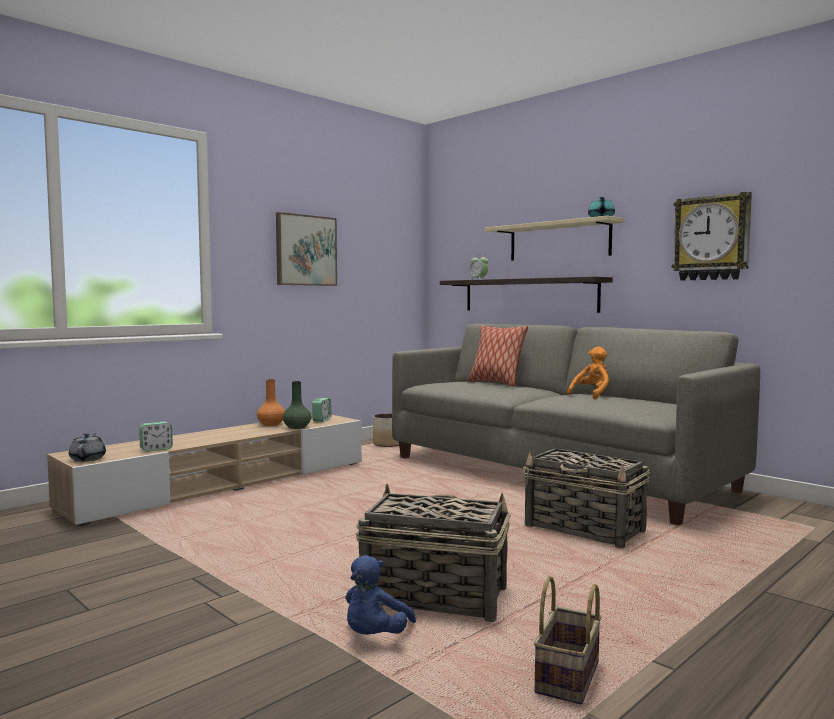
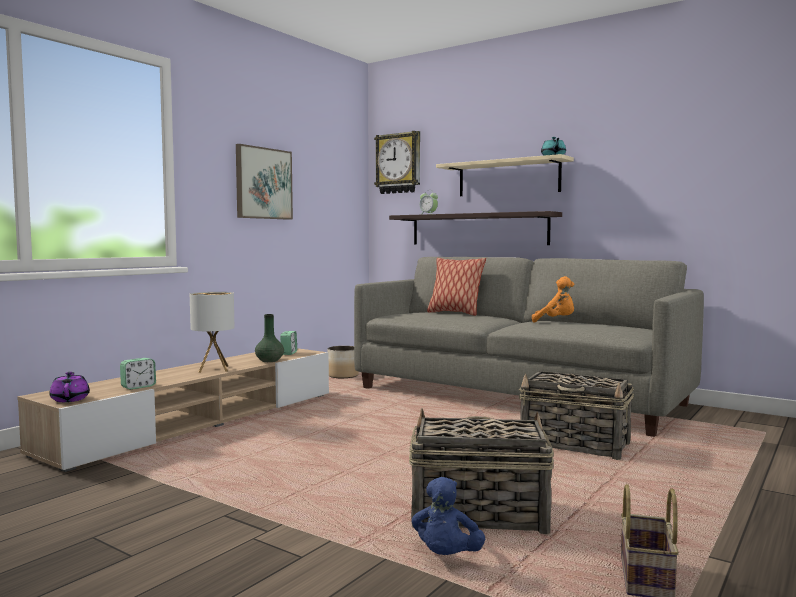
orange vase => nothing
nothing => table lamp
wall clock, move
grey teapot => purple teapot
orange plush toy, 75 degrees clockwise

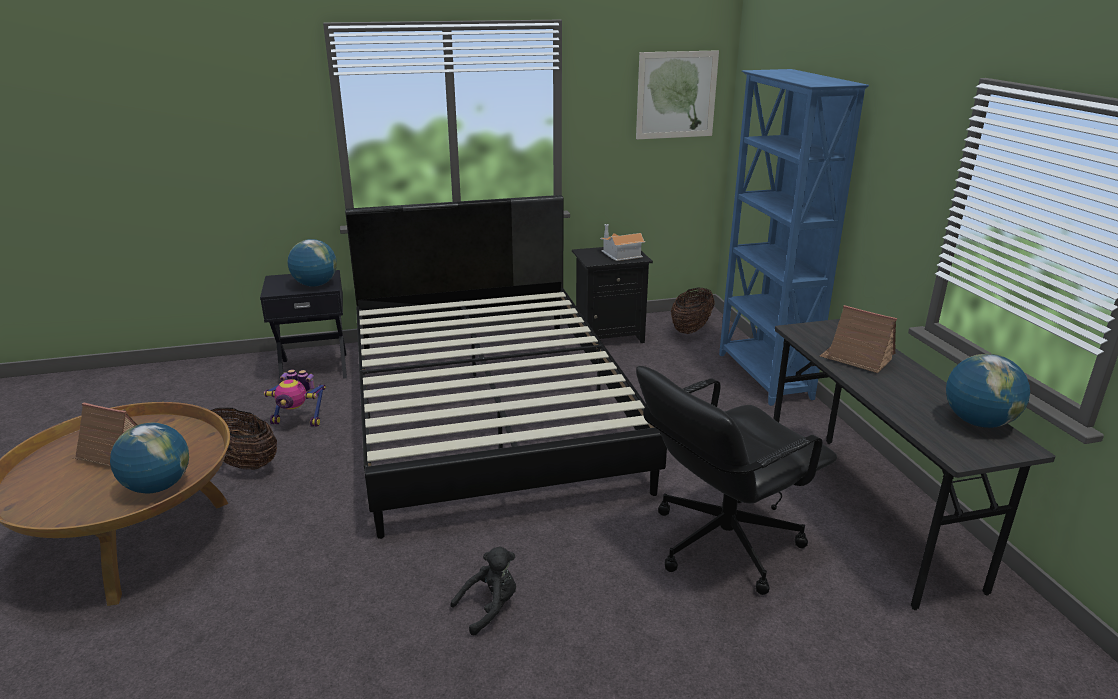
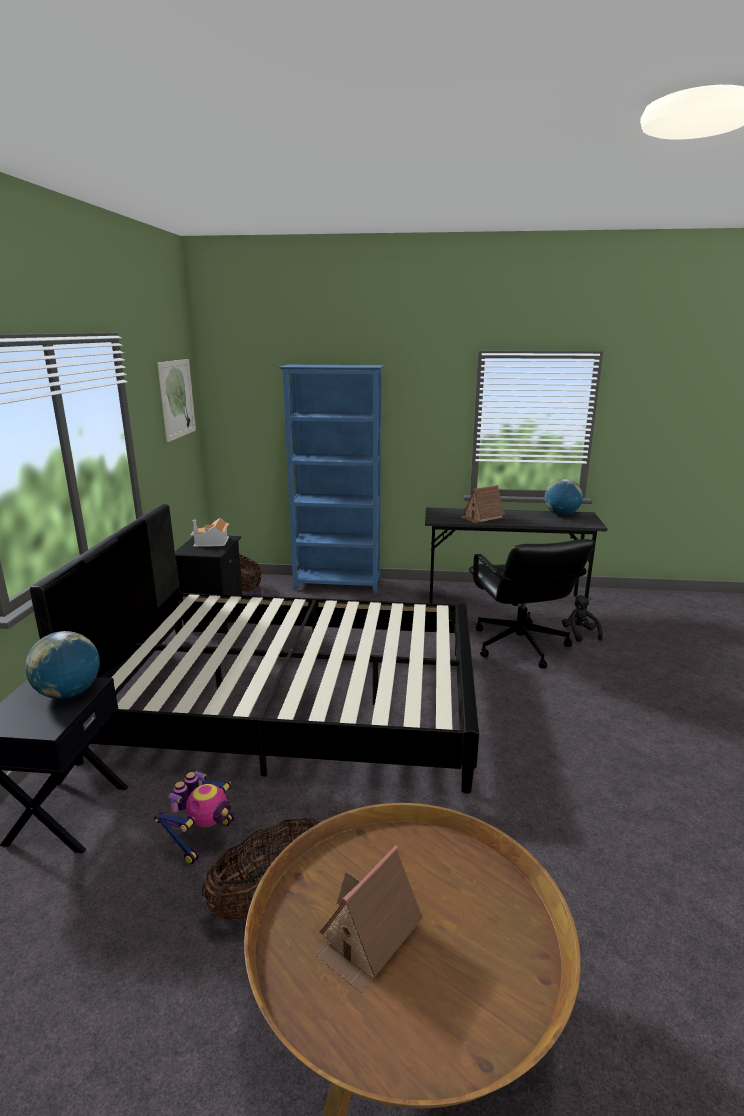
globe (1st from left) => nothing
black plush toy, move

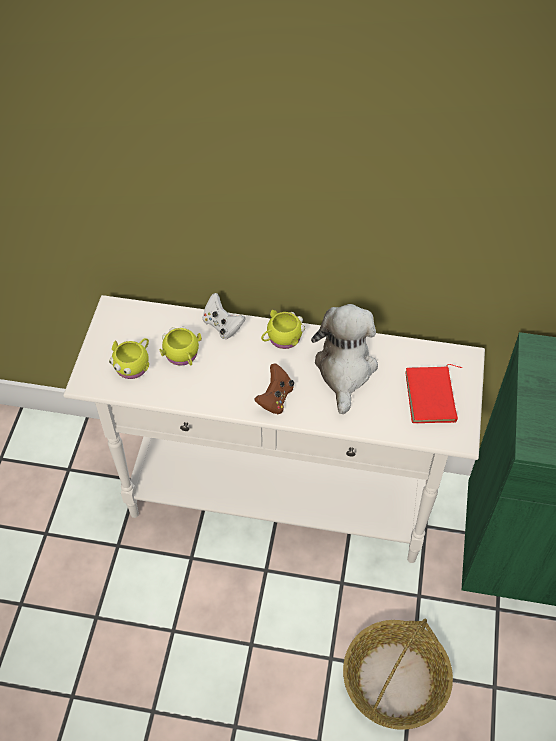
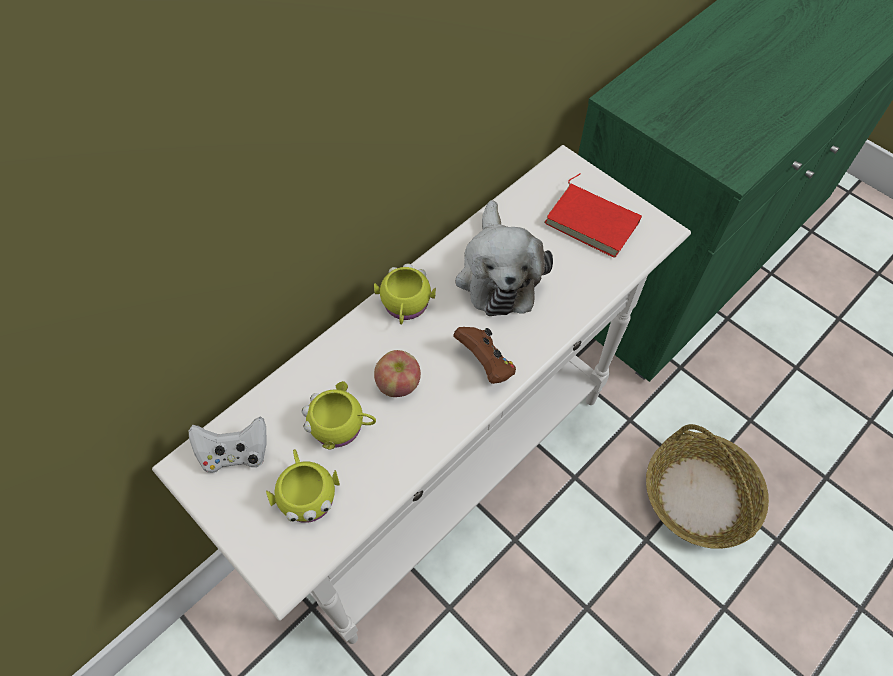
nothing => apple
white game controller, move
plush toy, 135 degrees counterclockwise

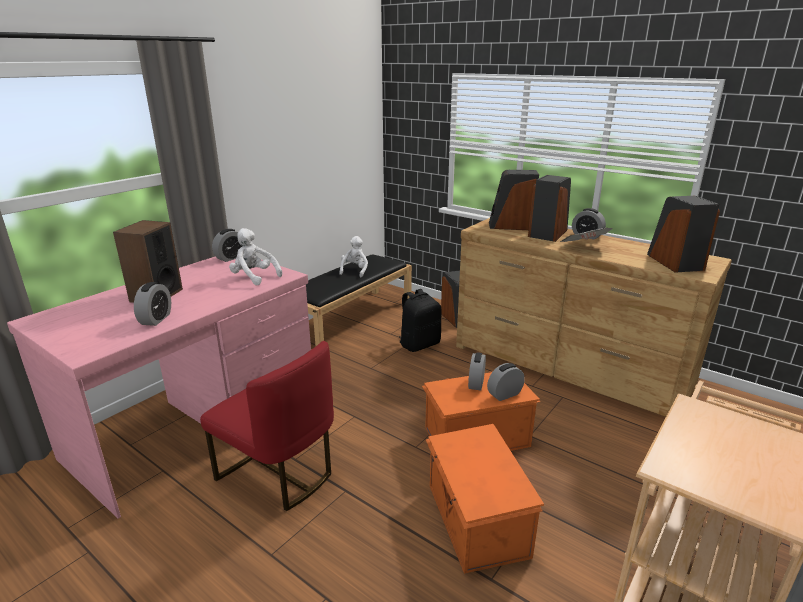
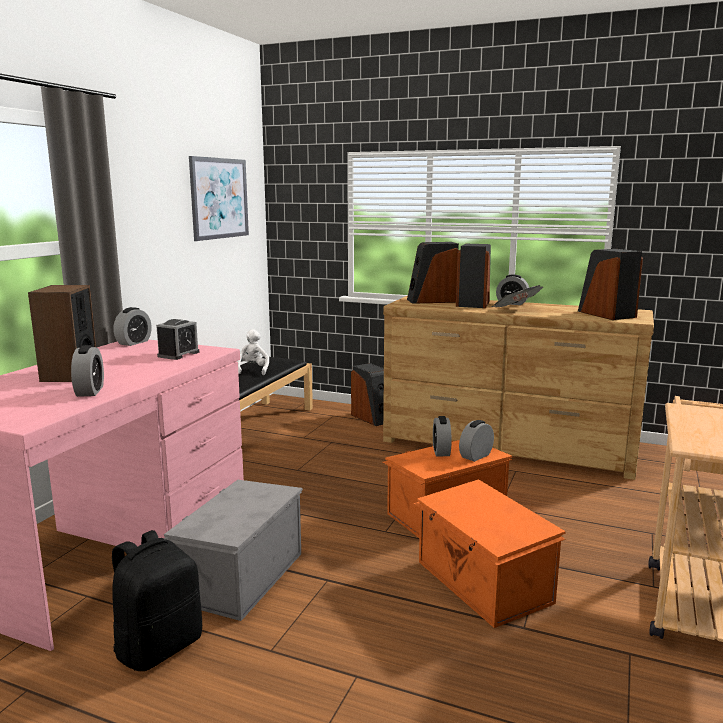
nothing => picture
black backpack, move
red chair => grey storage box
white plush toy (1st from left) => alarm clock (3rd from left)

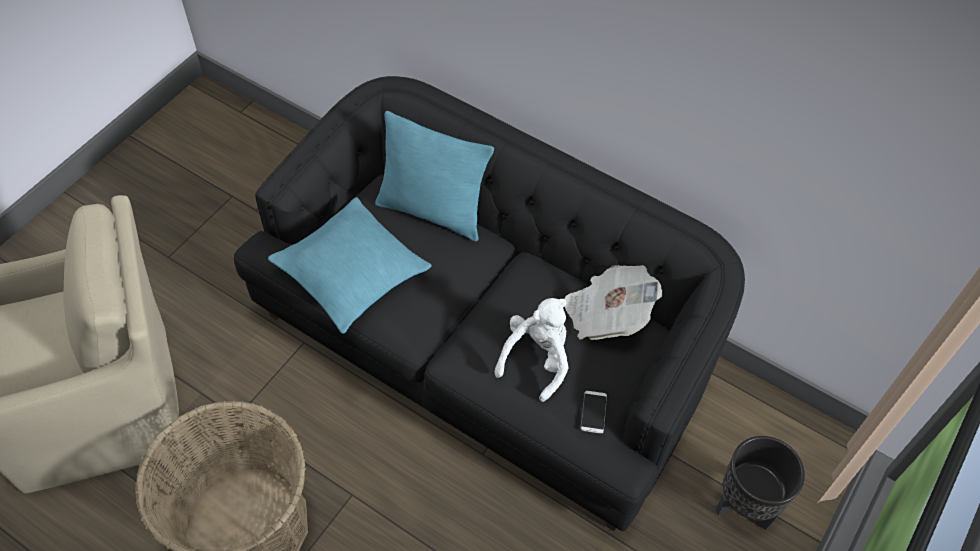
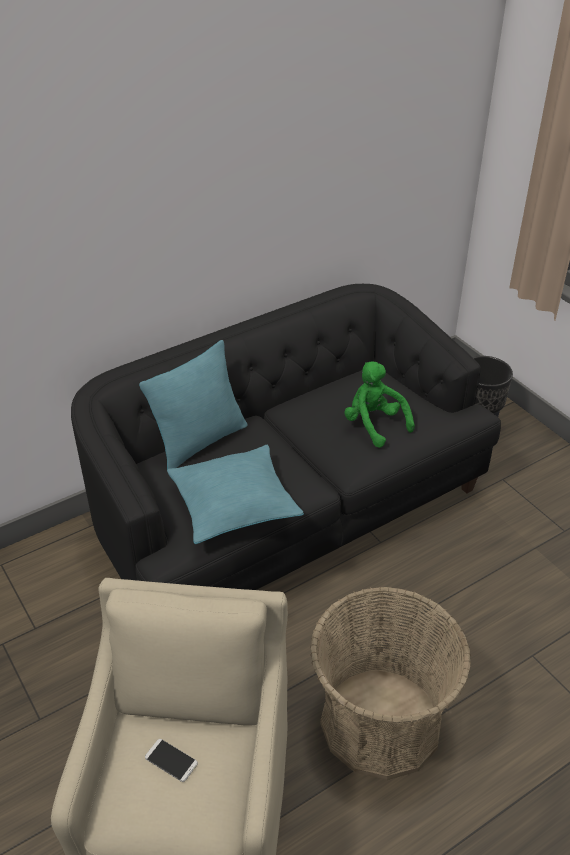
newspaper => nothing
phone, move
white plush toy => green plush toy

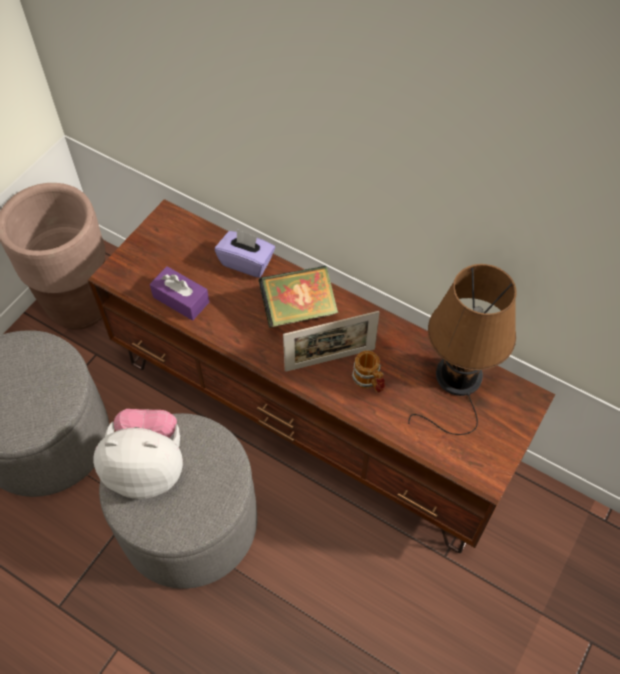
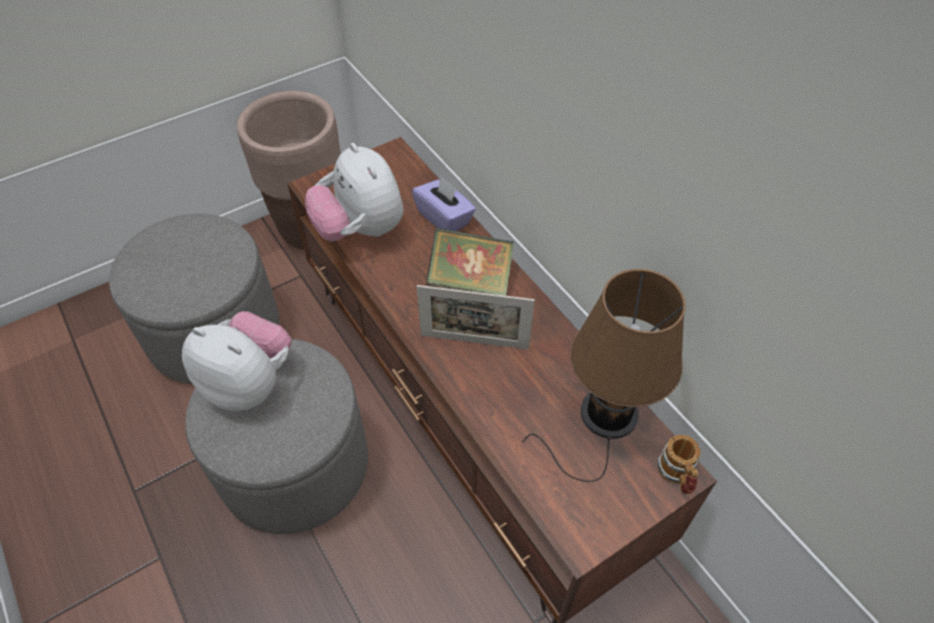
mug, move
purple tissue box (1st from left) => plush toy (2nd from left)

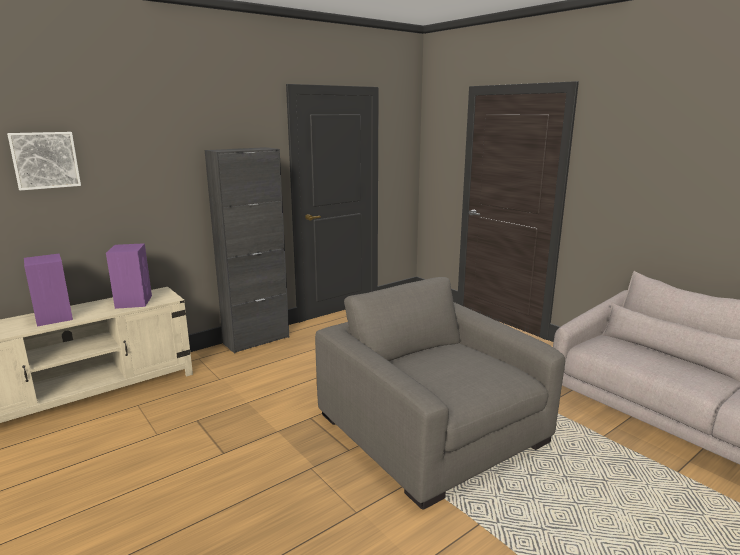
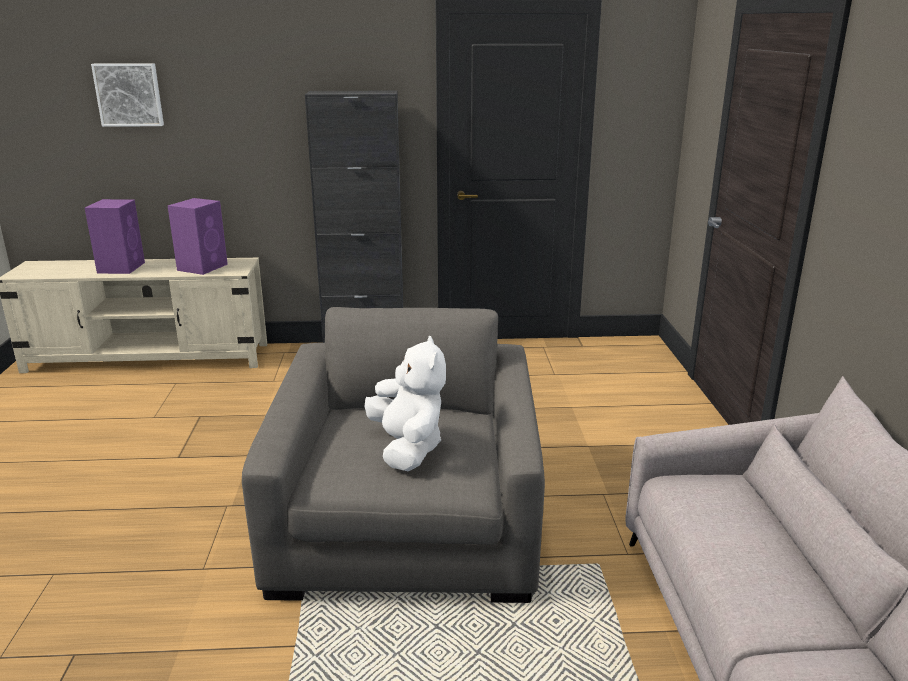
nothing => white plush toy

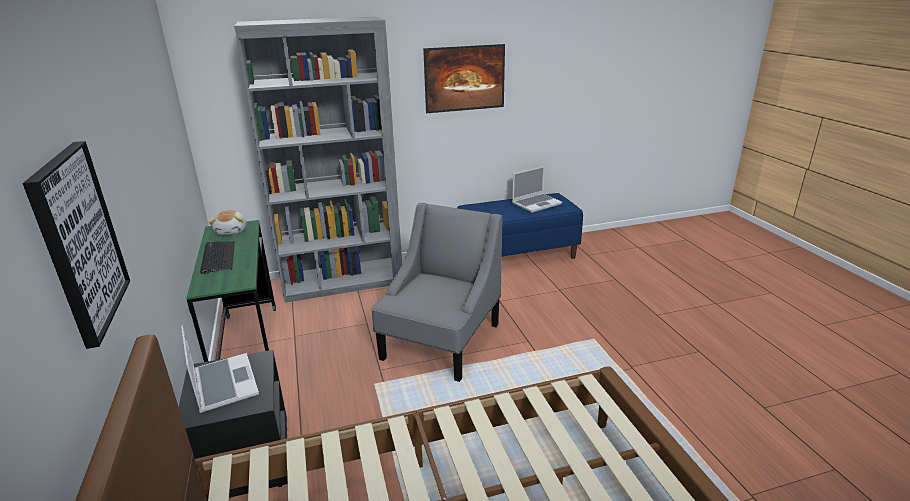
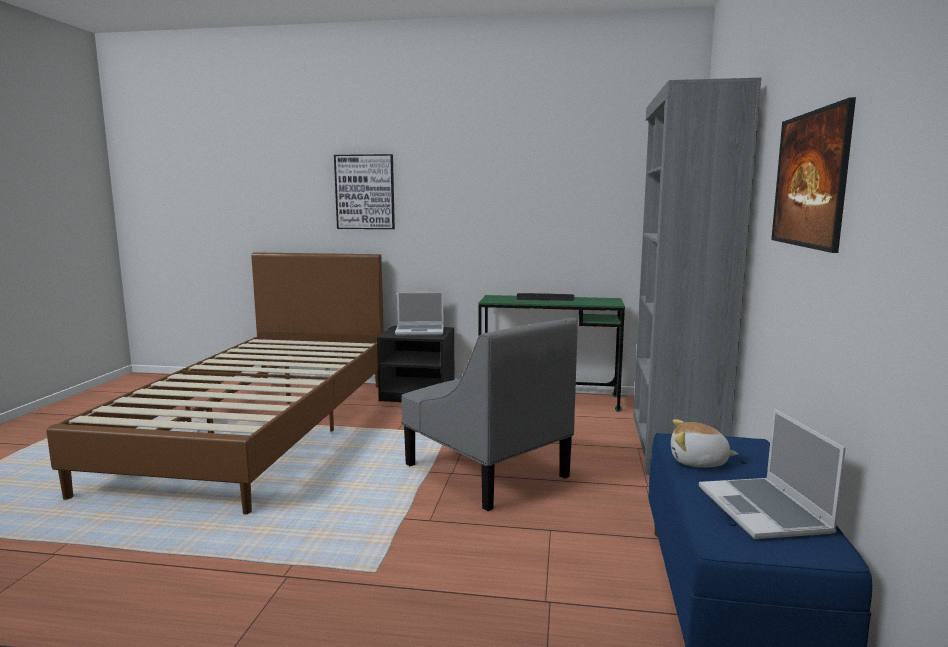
plush toy, move

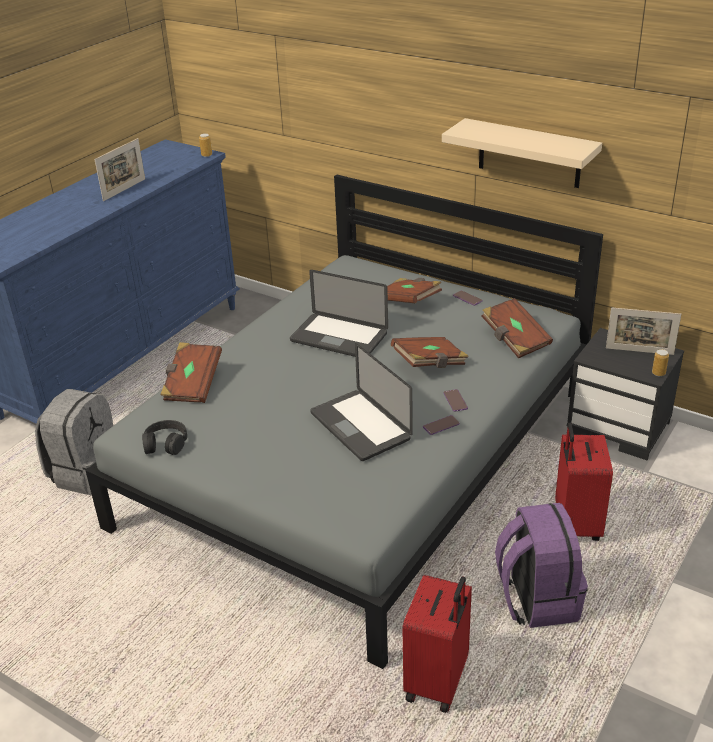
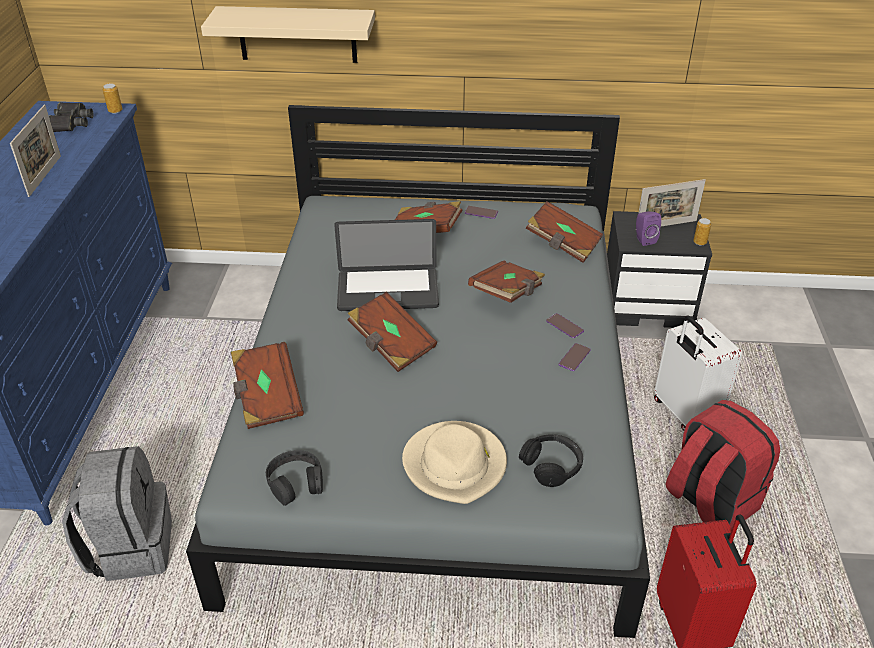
laptop (2nd from left) => nothing
nothing => black binoculars
nothing => brown book (2nd from left)
nothing => beige hat
nothing => black headphones (2nd from left)
nothing => purple speaker
beige shelf, move
purple backpack => red backpack
red suitcase (2nd from left) => white suitcase

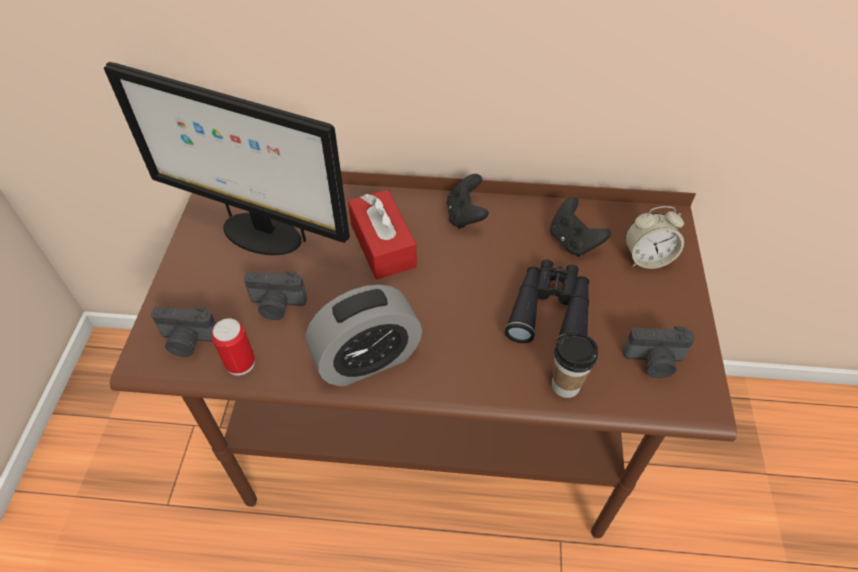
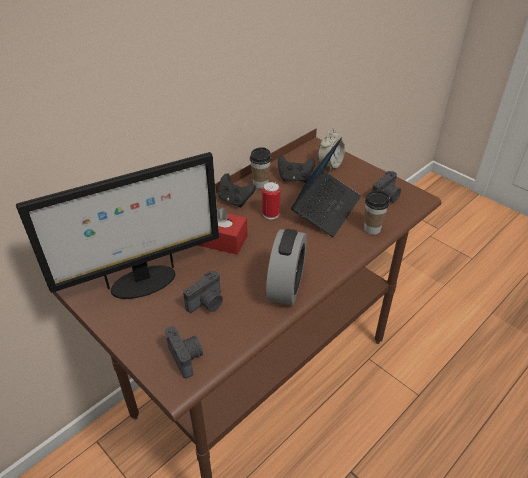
nothing => cup (1st from left)
can, move
black binoculars => laptop
photo camera (1st from left), 75 degrees counterclockwise

